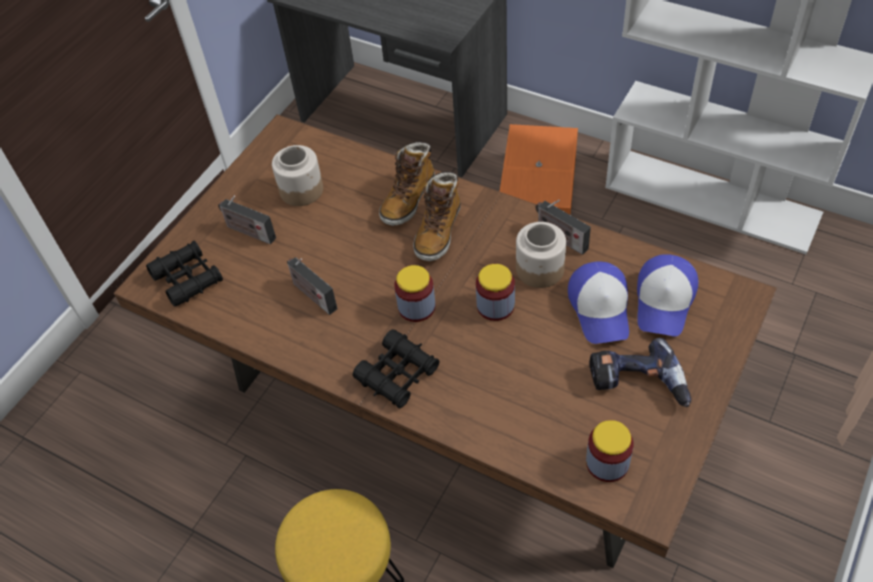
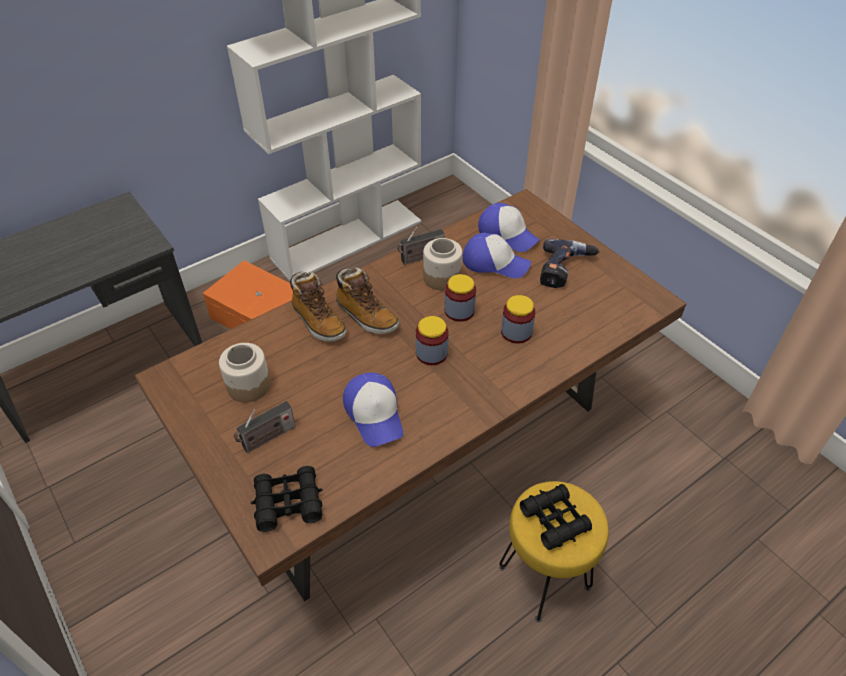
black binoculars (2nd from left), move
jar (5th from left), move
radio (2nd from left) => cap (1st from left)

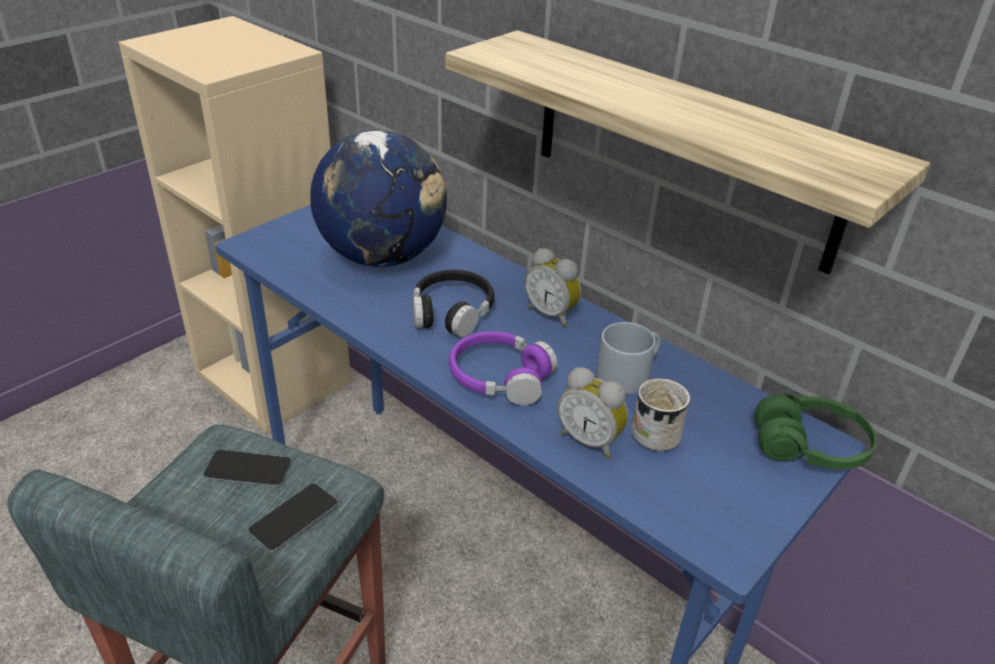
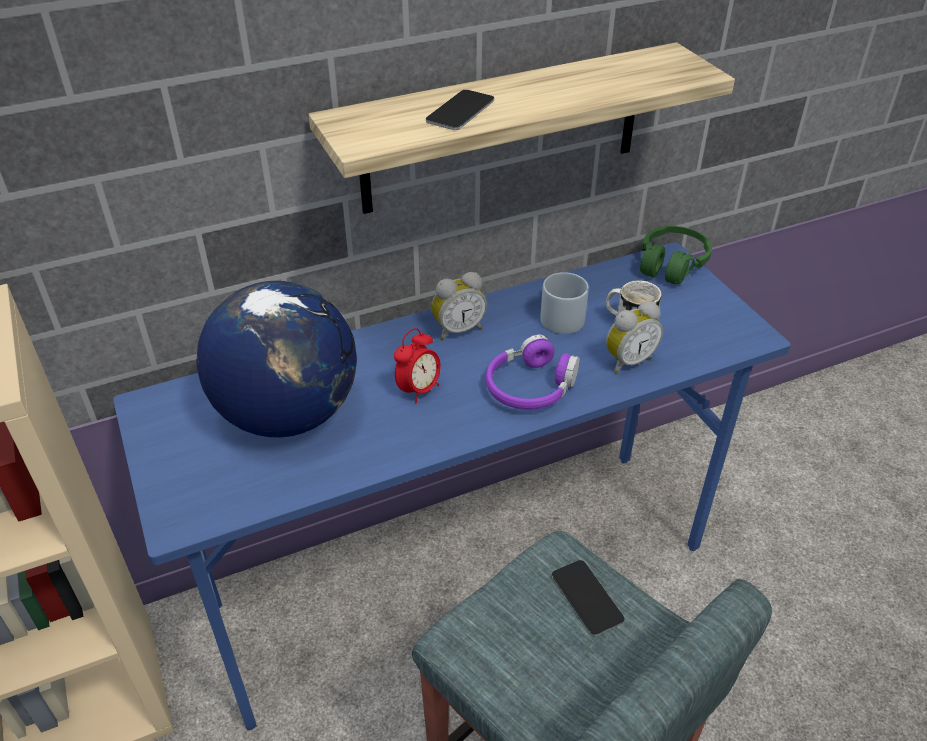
phone (1st from left), move
black headphones => alarm clock (1st from left)

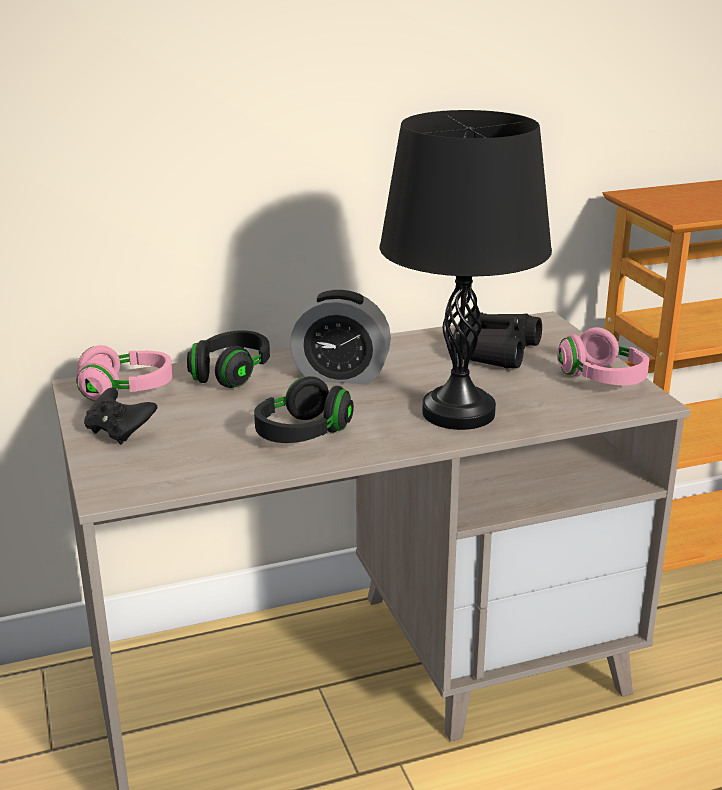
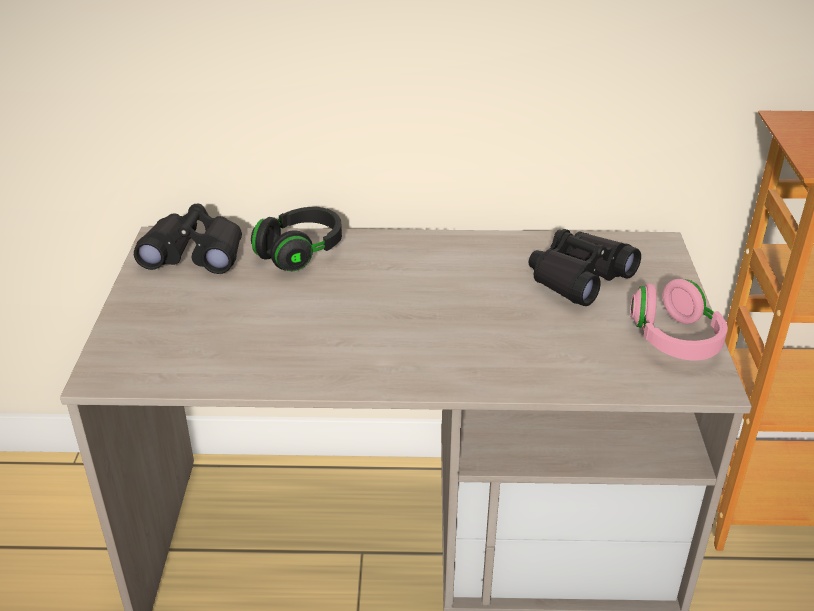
black game controller => nothing
black headphones (2nd from left) => nothing
alarm clock => nothing
black table lamp => nothing
pink headphones (1st from left) => black binoculars (1st from left)

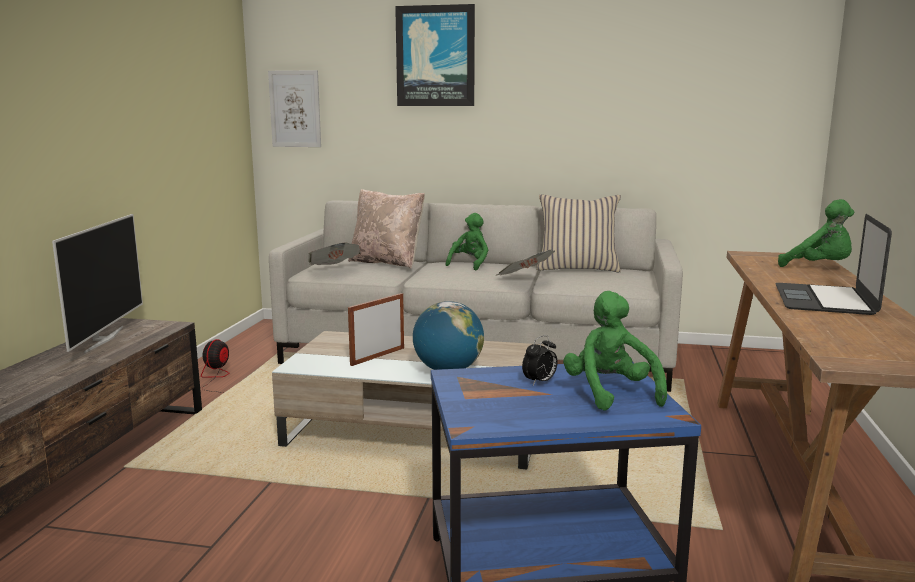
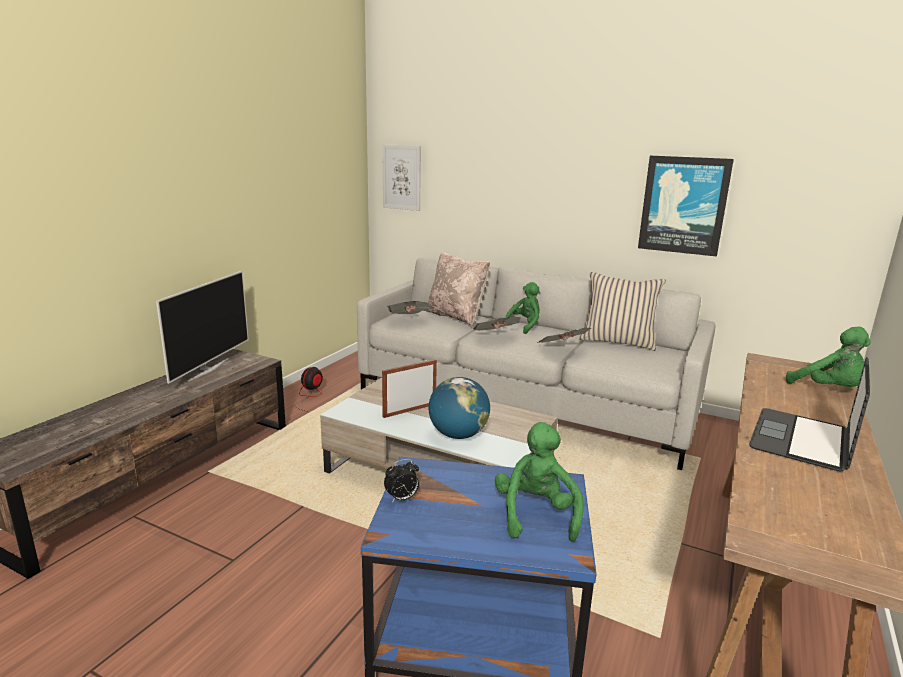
nothing => newspaper (2nd from left)
picture (2nd from left), move
alarm clock, move

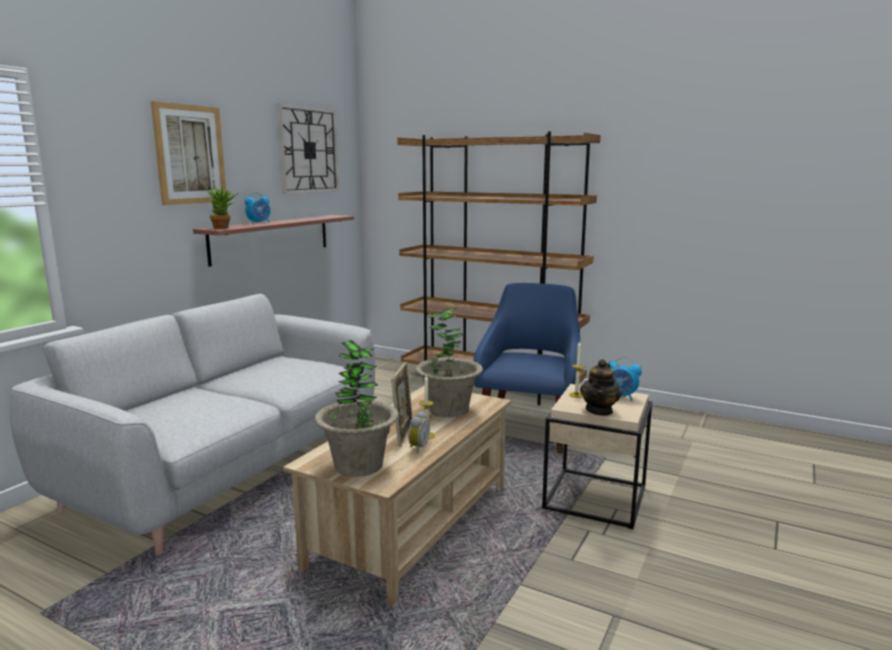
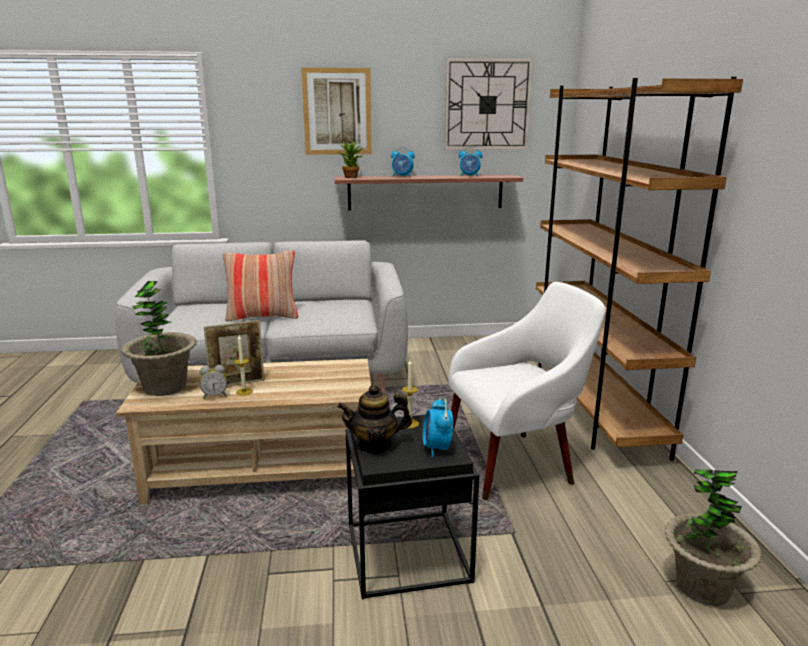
nothing => pillow
nothing => alarm clock (4th from left)
potted plant (3rd from left), move
blue armchair => white armchair
beige side table => black side table

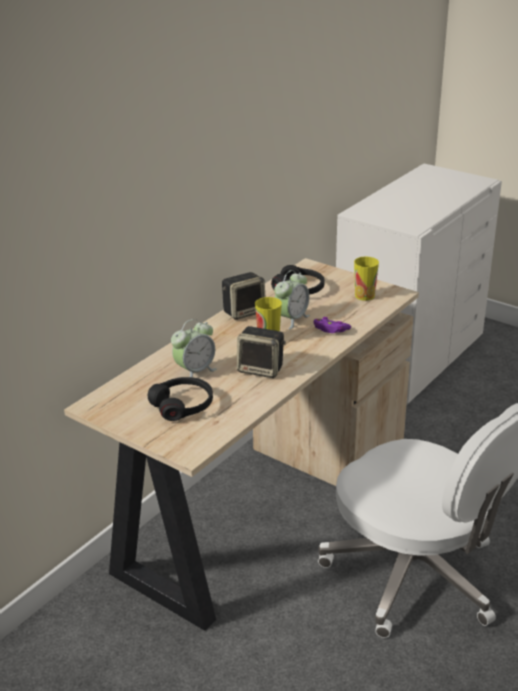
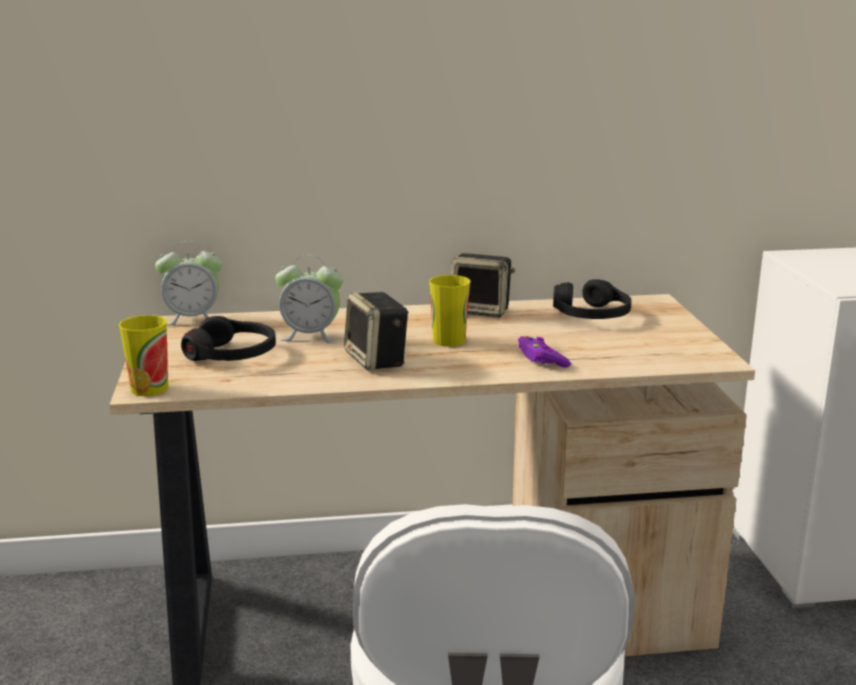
alarm clock (2nd from left in the first image) => alarm clock (1st from left), move
cup (2nd from left in the first image) => cup (1st from left), move

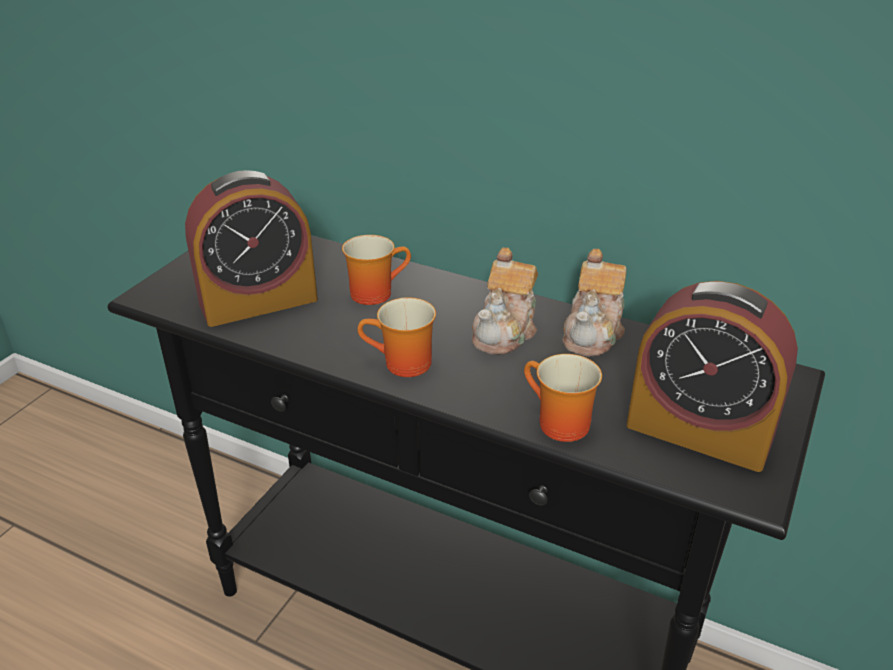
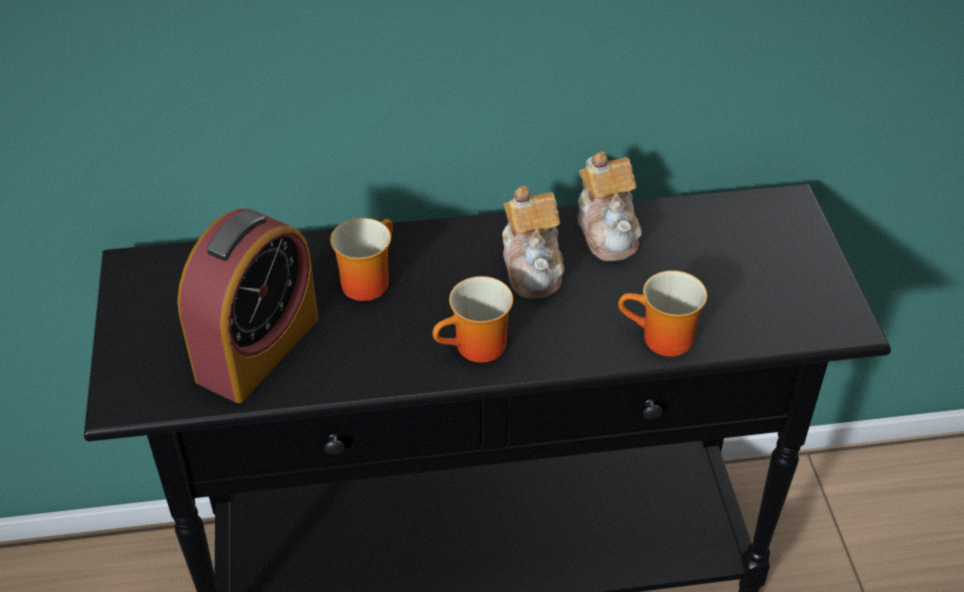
alarm clock (2nd from left) => nothing

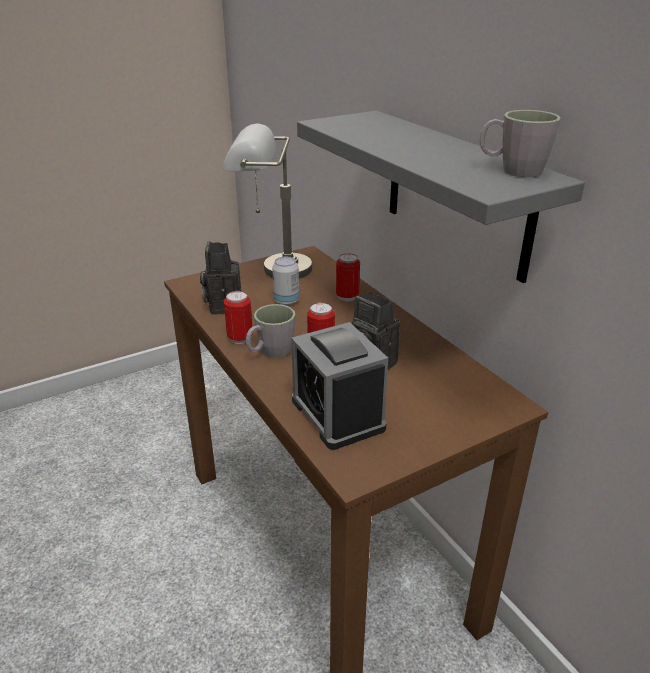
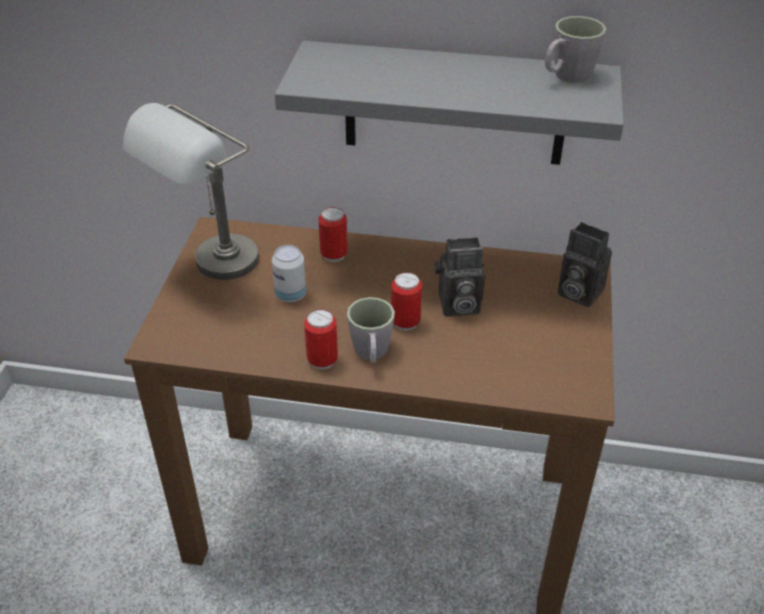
alarm clock => nothing
photo camera (1st from left in the first image) => photo camera (2nd from left), move

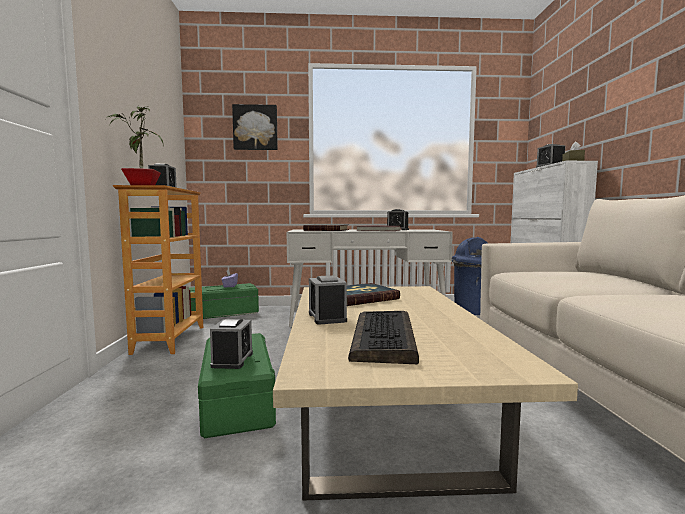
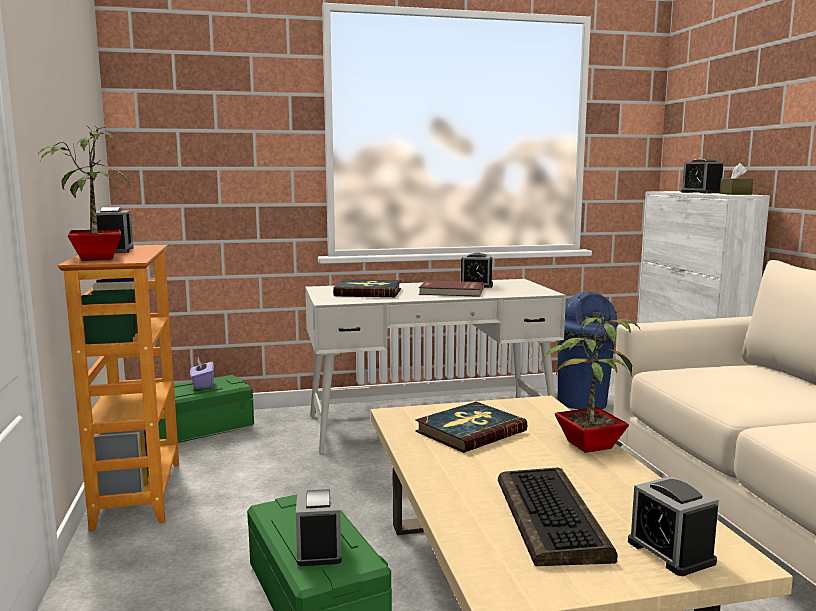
picture => nothing
nothing => potted plant (2nd from left)
alarm clock (3rd from left in the first image) => alarm clock (4th from left), move

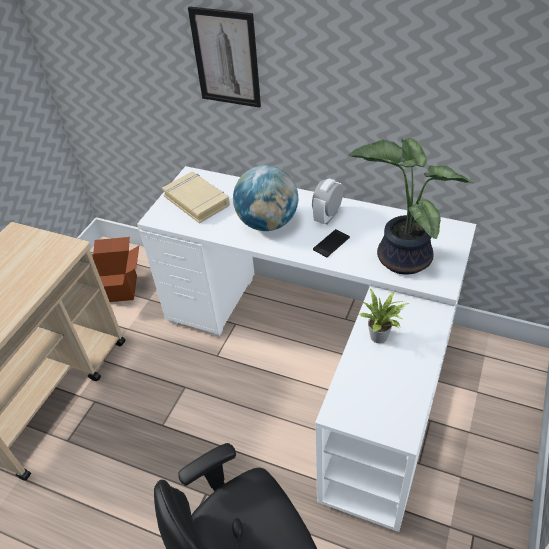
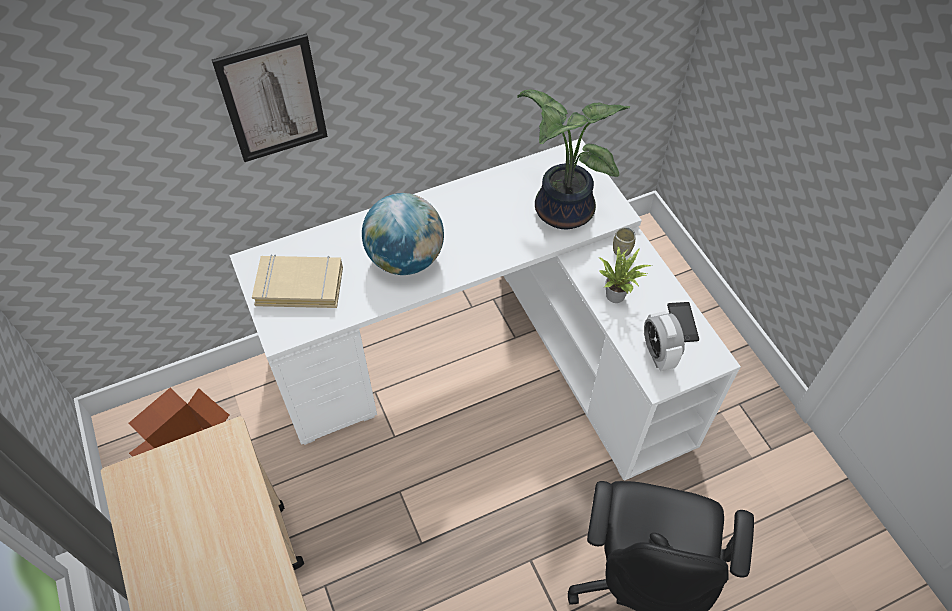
nothing => cup
alarm clock, move
phone, move

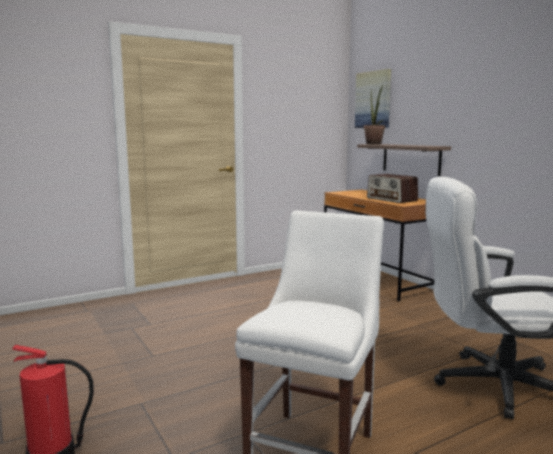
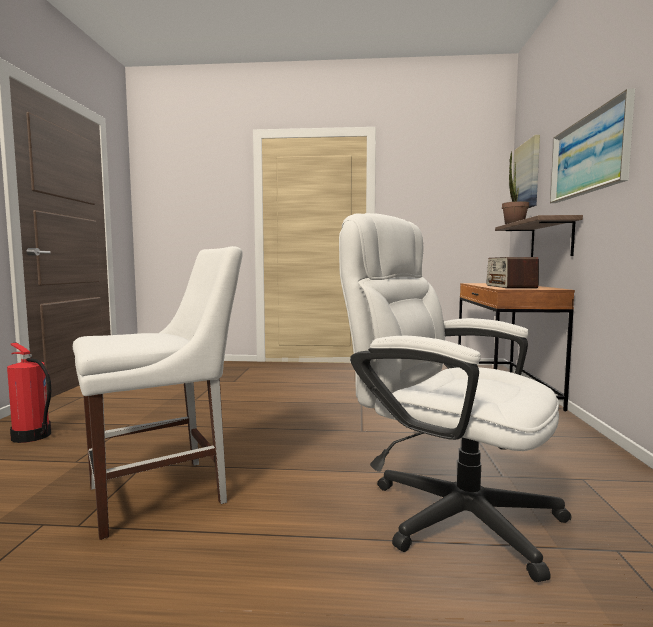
nothing => picture (2nd from left)

